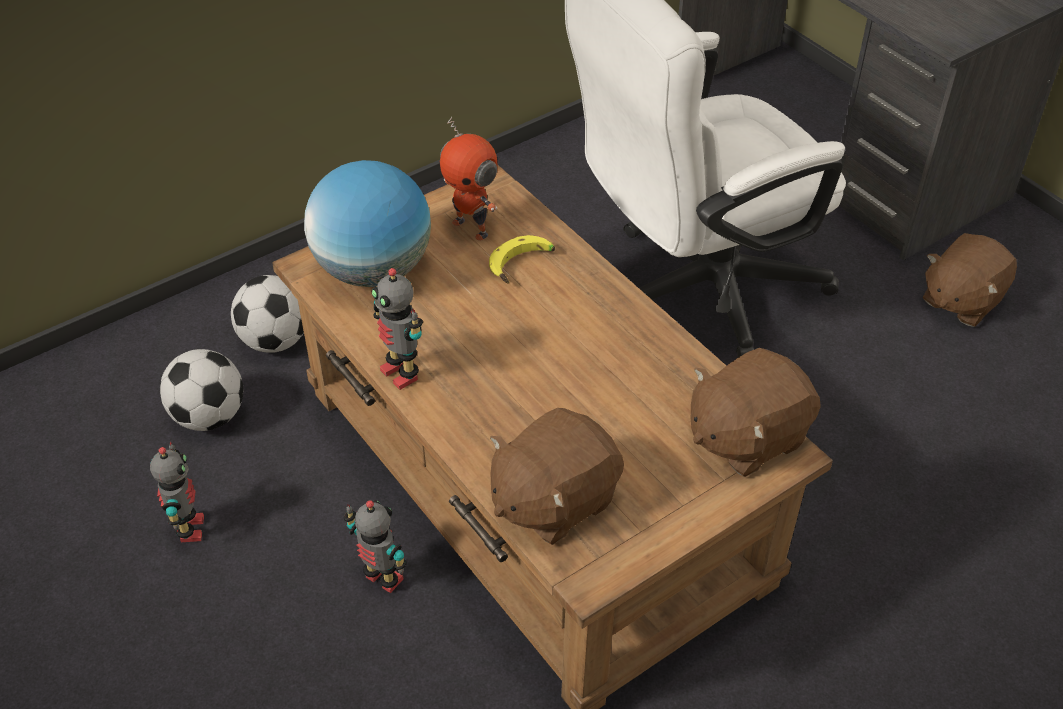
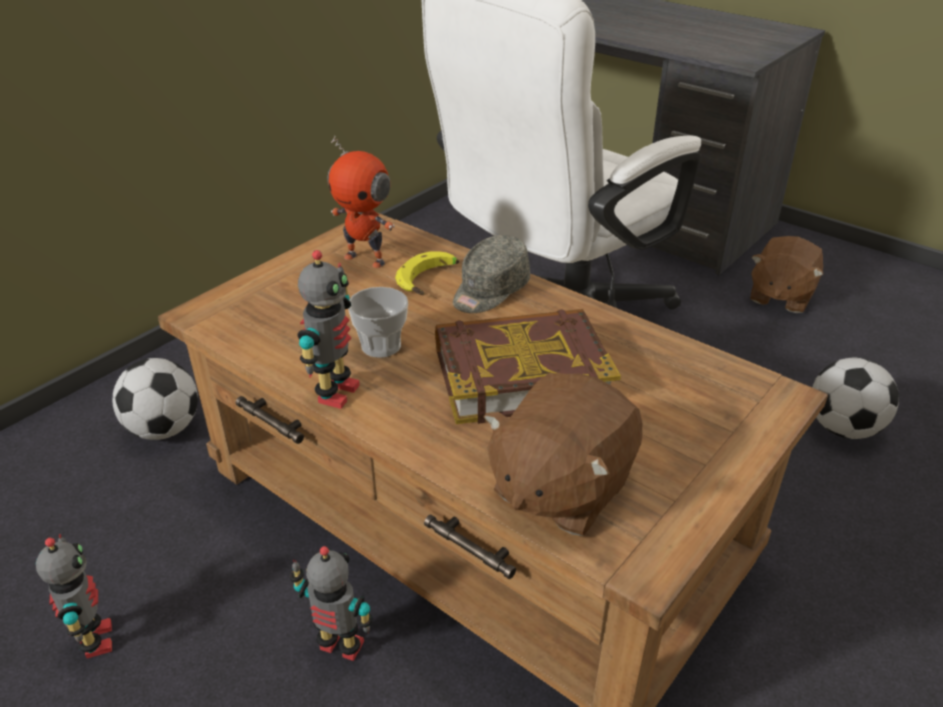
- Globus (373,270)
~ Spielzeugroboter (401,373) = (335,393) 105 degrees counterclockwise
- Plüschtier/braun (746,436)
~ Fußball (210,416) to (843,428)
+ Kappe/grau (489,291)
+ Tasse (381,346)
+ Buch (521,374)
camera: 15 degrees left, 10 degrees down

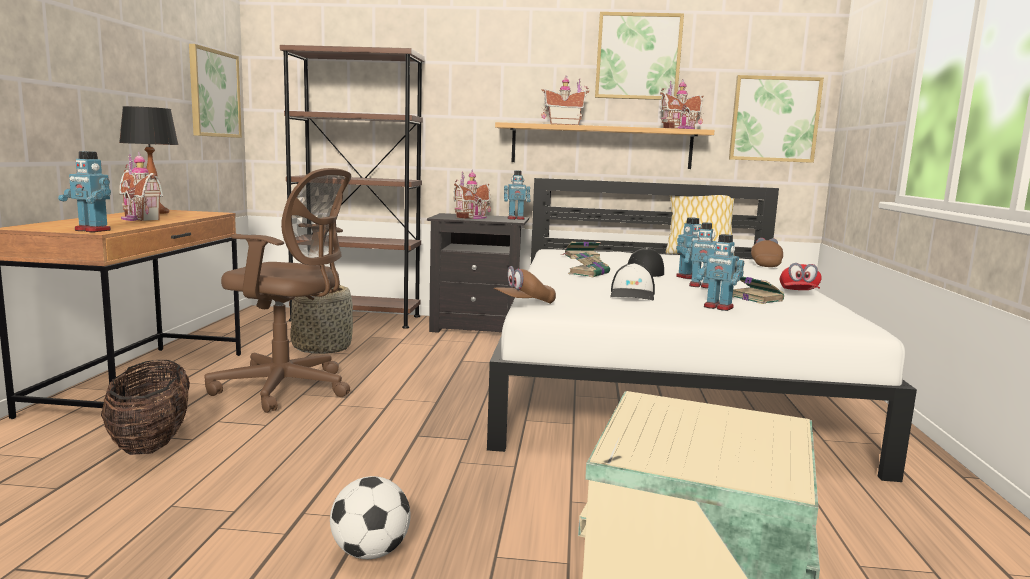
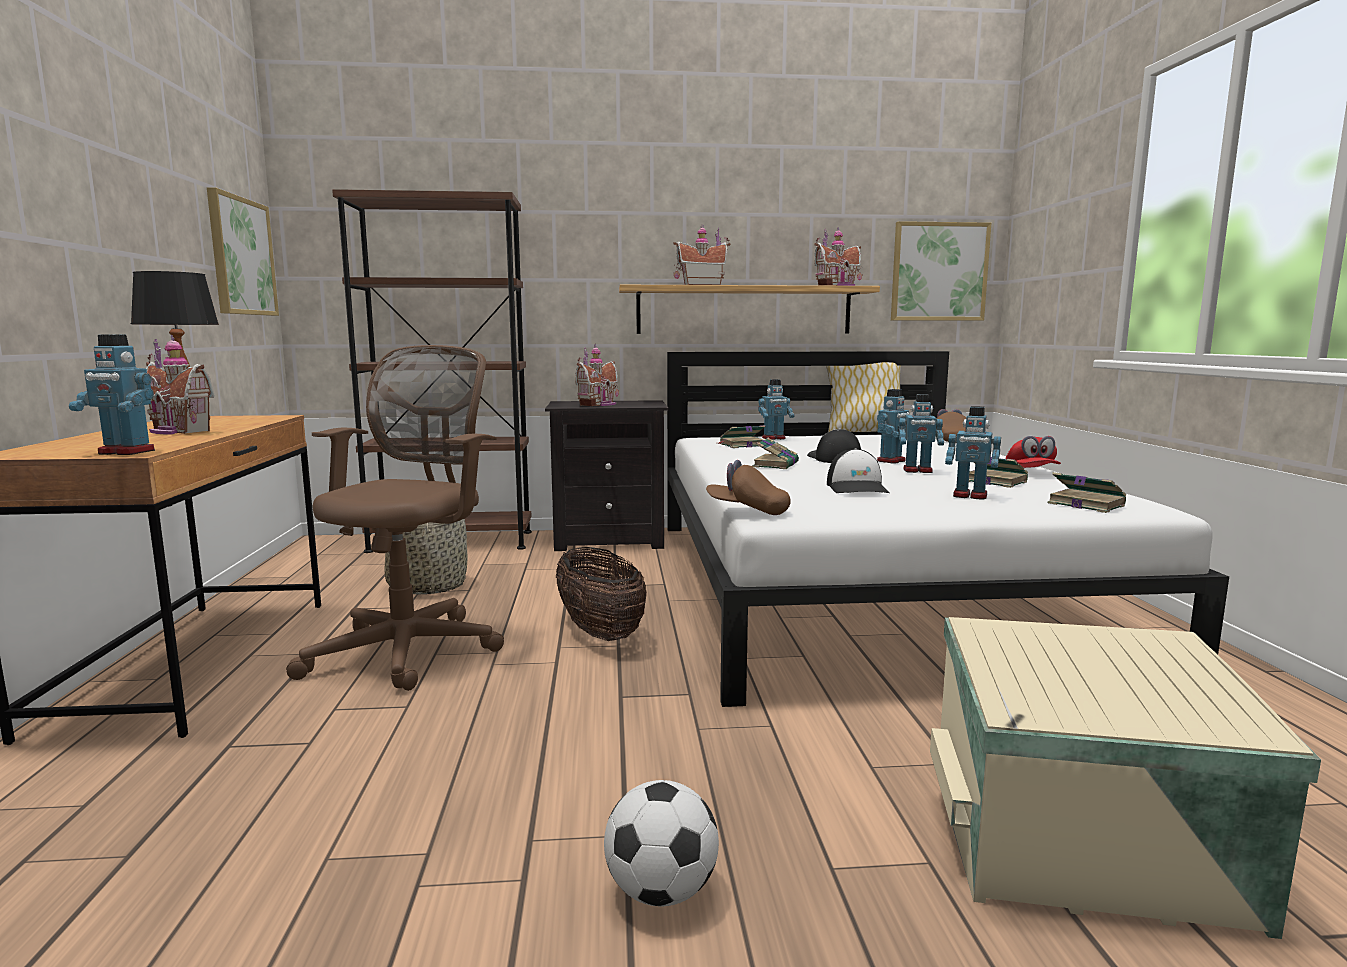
- Bild (638,56)
~ Bürostuhl/braun (288,388) = (411,648) 75 degrees counterclockwise
~ Spielzeugroboter (516,219) to (774,438)
~ Kappe/braun (524,304) = (747,510) 60 degrees clockwise
~ Korb (151,443) to (600,631)
+ Buch (1084,504)
camera: 10 degrees left, 0 degrees up

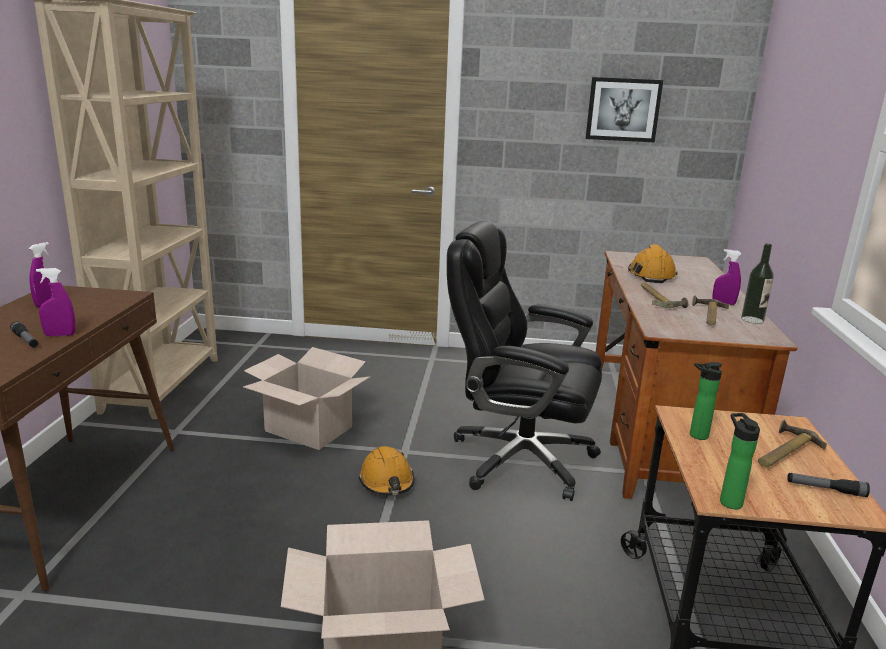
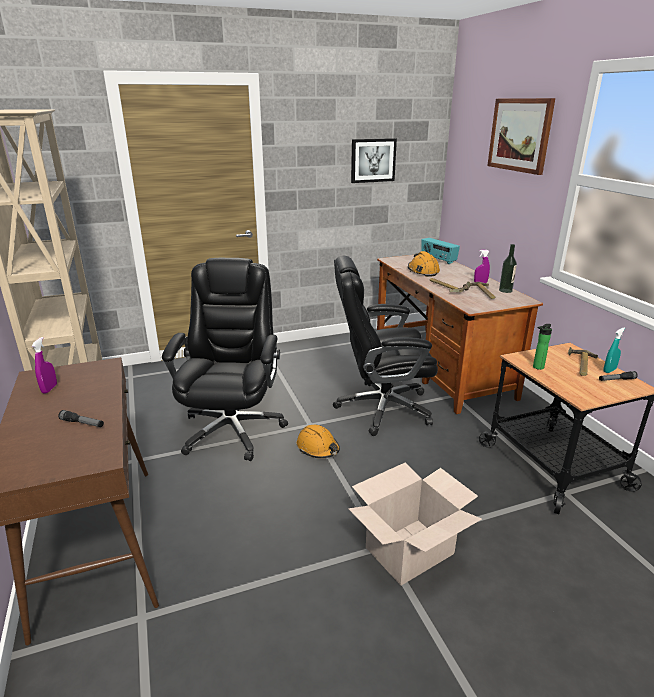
- Sprühflasche/lila (60,335)
~ Karton (309,429) to Bürostuhl/schwarz (233,428)
- Flasche (728,501)
+ Bild (520,135)
+ Radio (438,260)
+ Sprühflasche/türkis (609,370)
camera: 25 degrees left, 5 degrees up

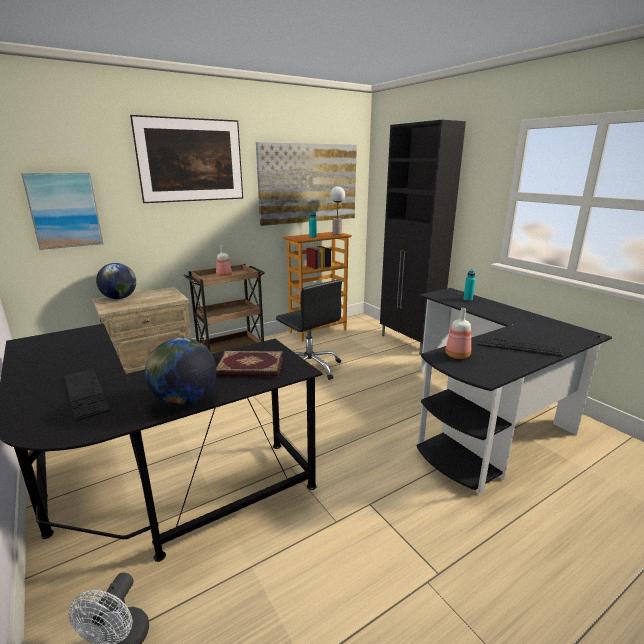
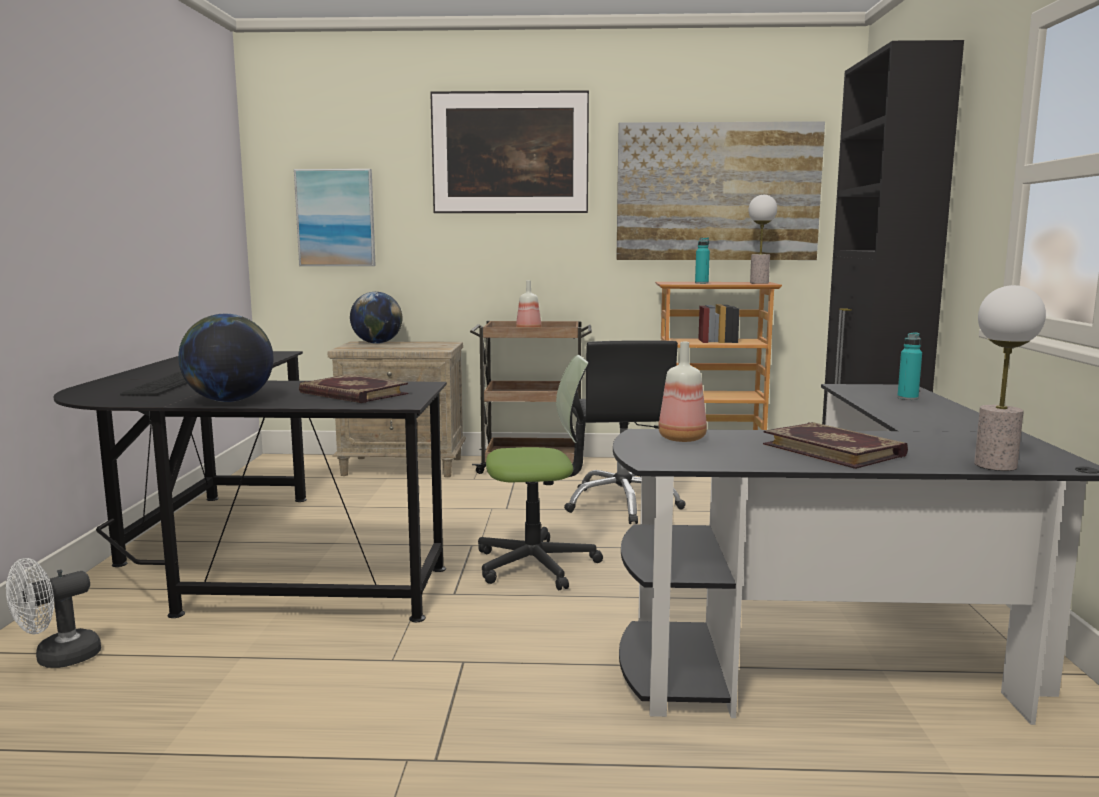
~ Tastatur (518,346) to Buch (834,449)
+ Tischlampe (996,465)
+ Bürostuhl (536,564)
camera: 35 degrees right, 10 degrees down

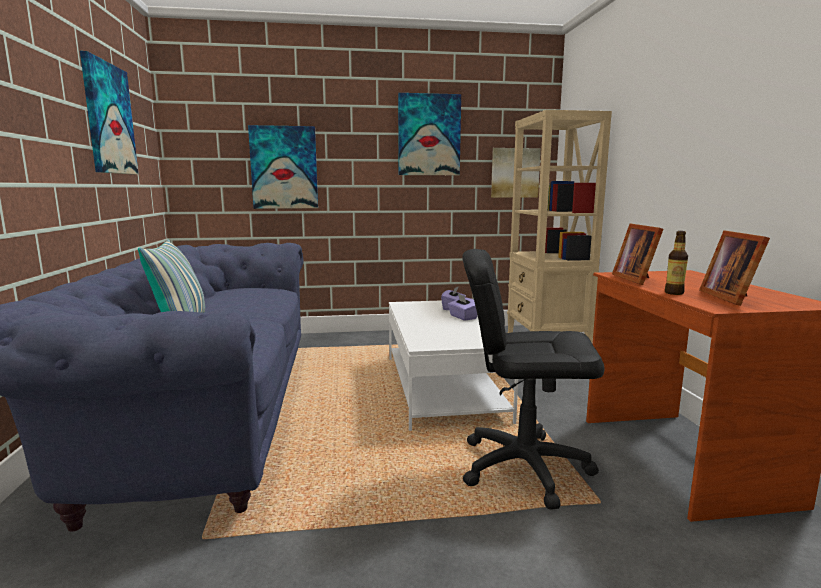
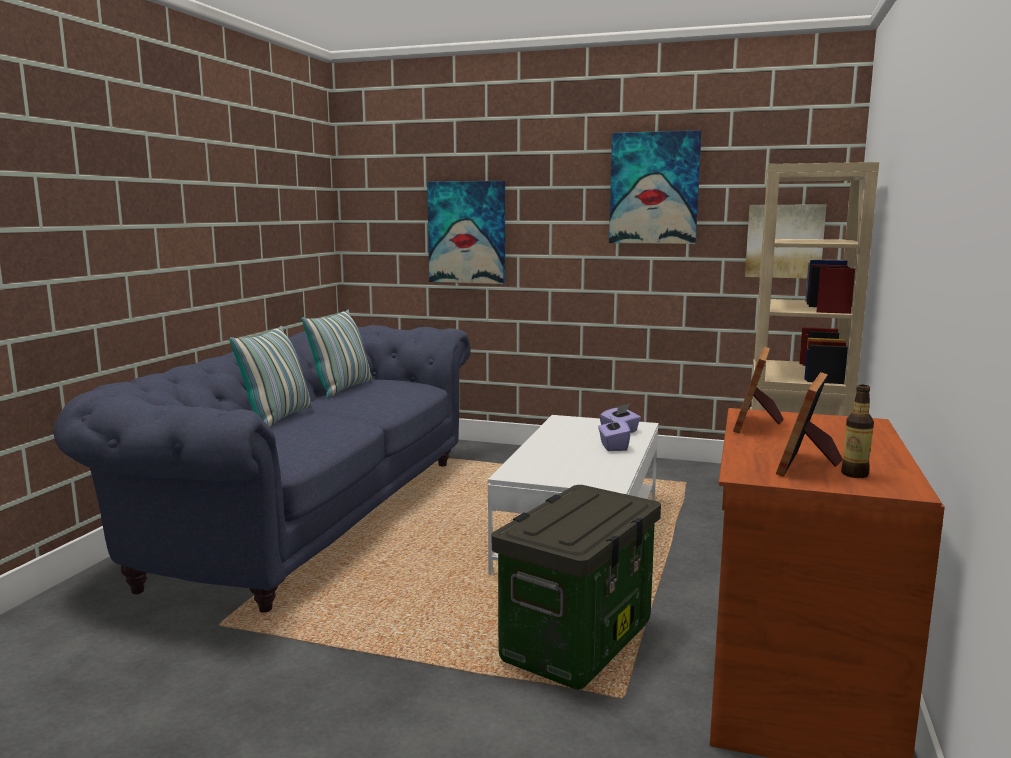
- Bild (108,119)
~ Flasche (674,293) to (854,474)
~ Bürostuhl/schwarz (524,467) to Aufbewahrungsbox (577,641)
+ Kissen (342,389)
camera: 25 degrees right, 0 degrees up

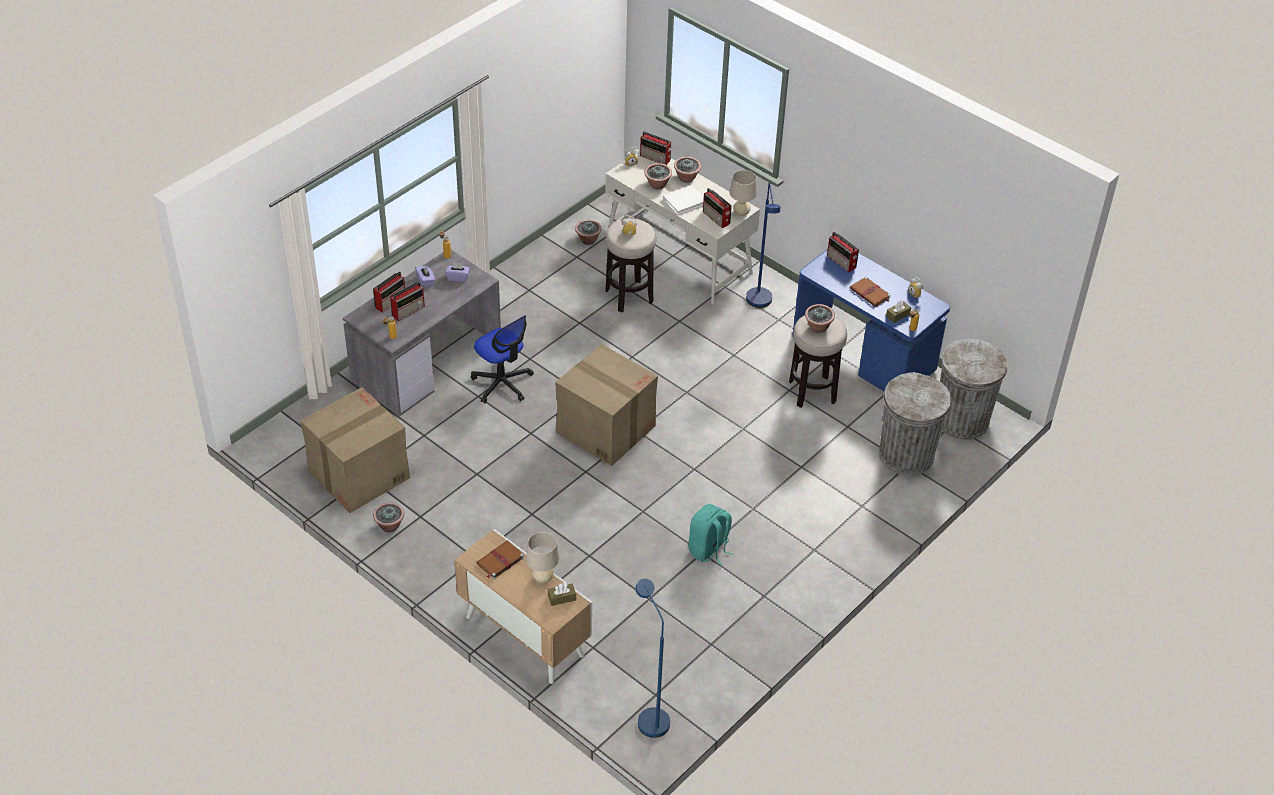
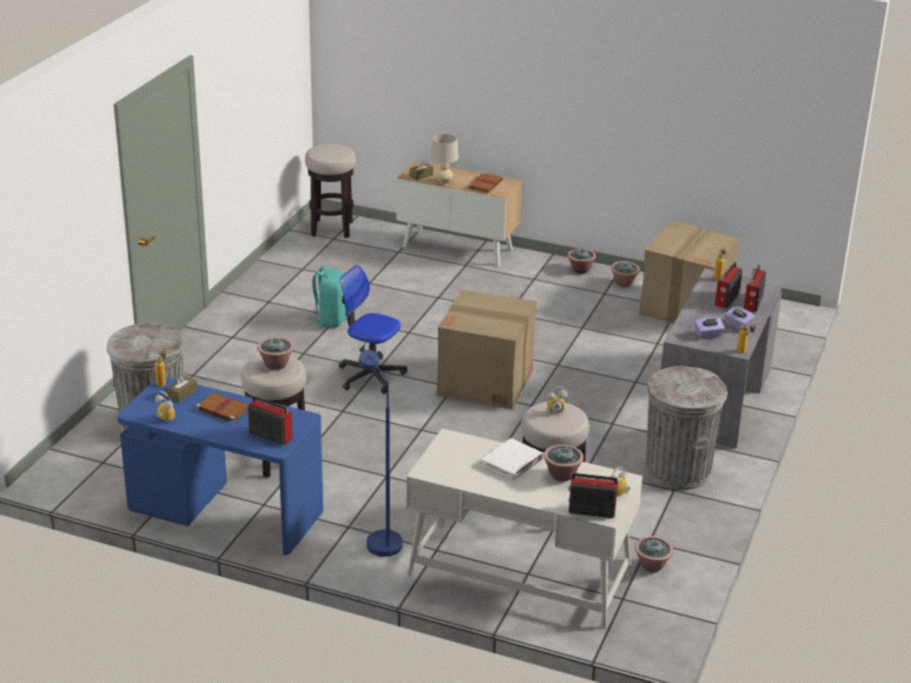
~ Topfpflanze (686,178) to (580,270)
- Tischlampe/beige (741,213)
- Radio (716,218)
~ Bürostuhl (502,383) to (371,376)
~ Mülleimer/grau (962,419) to (677,471)
~ Stehlampe/blau (650,716) to Hocker (331,229)
camera: 160 degrees right, 15 degrees down

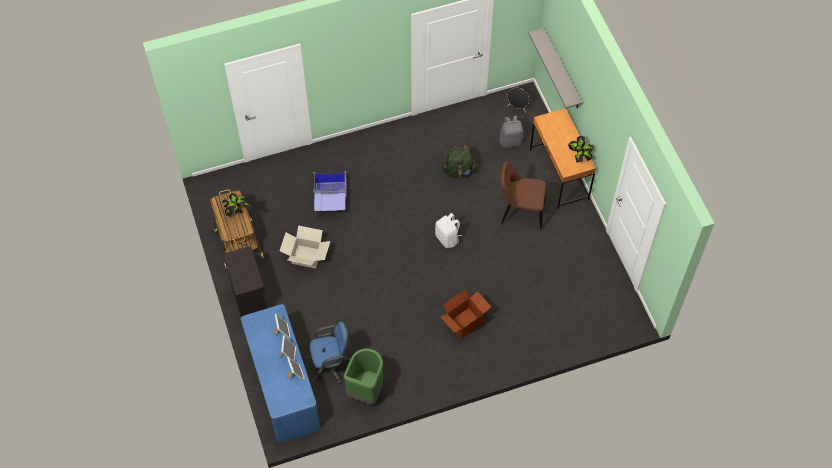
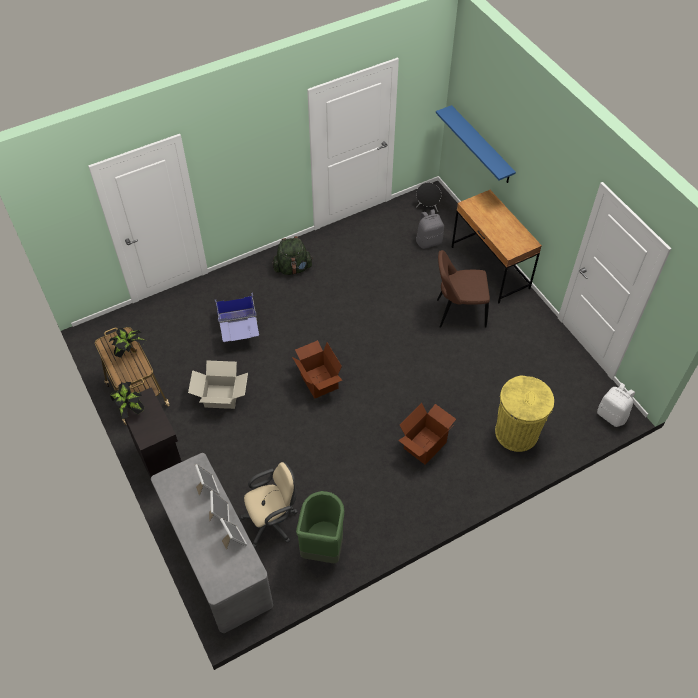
~ Wandregal/grau (562,70) to Wandregal/blau (481,145)
~ Topfpflanze (580,156) to (130,409)
~ Rucksack/grün (459,171) to (293,268)
~ Rucksack/weiß (447,238) to (612,415)
~ Schreibtisch/blau (283,386) to Schreibtisch/grau (216,557)
~ Bürostuhl/blau (331,365) to Bürostuhl/beige (273,522)
+ Karton (318,381)
+ Mülleimer/gelb (516,433)
camera: 10 degrees left, 5 degrees down

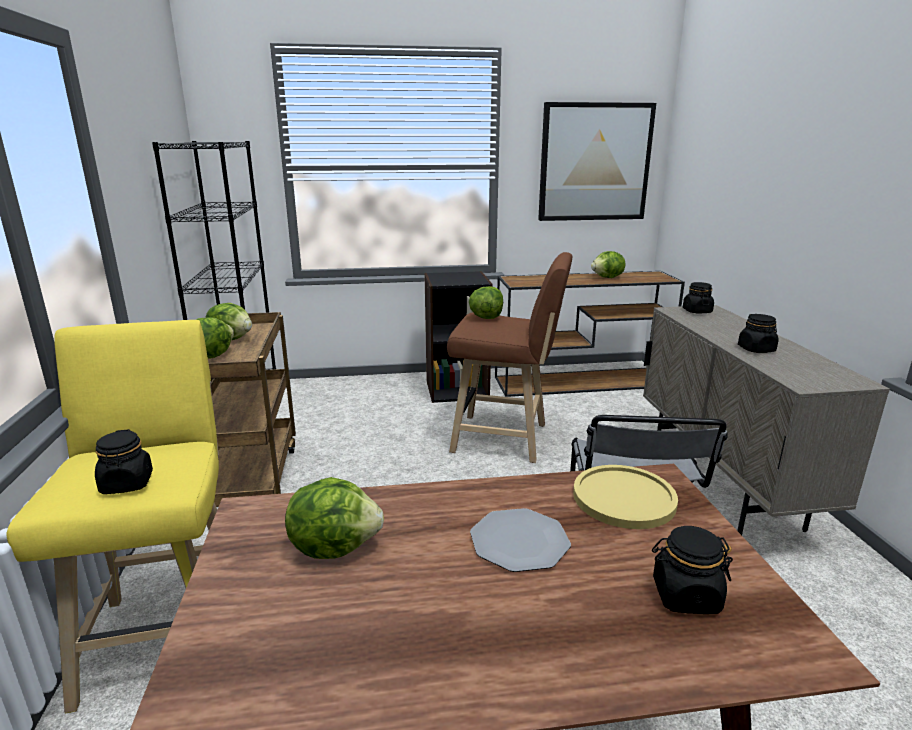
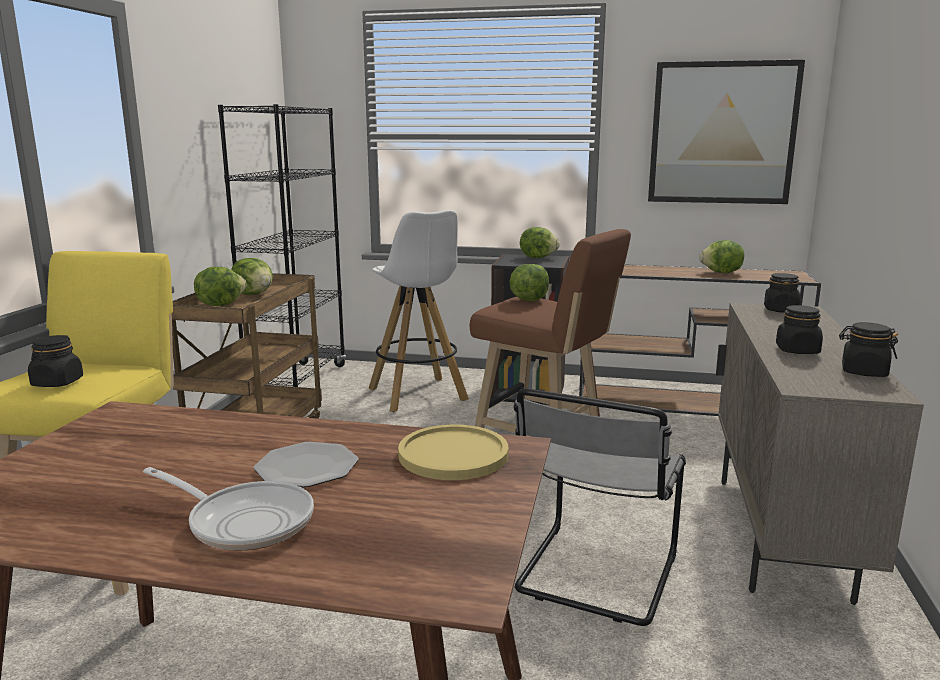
~ Salatkopf (335,546) to (538,257)
~ Vorratsglas/schwarz (685,596) to (863,372)
+ Hocker/weiß (418,395)
+ Pfanne (244,521)
camera: 20 degrees right, 5 degrees down

